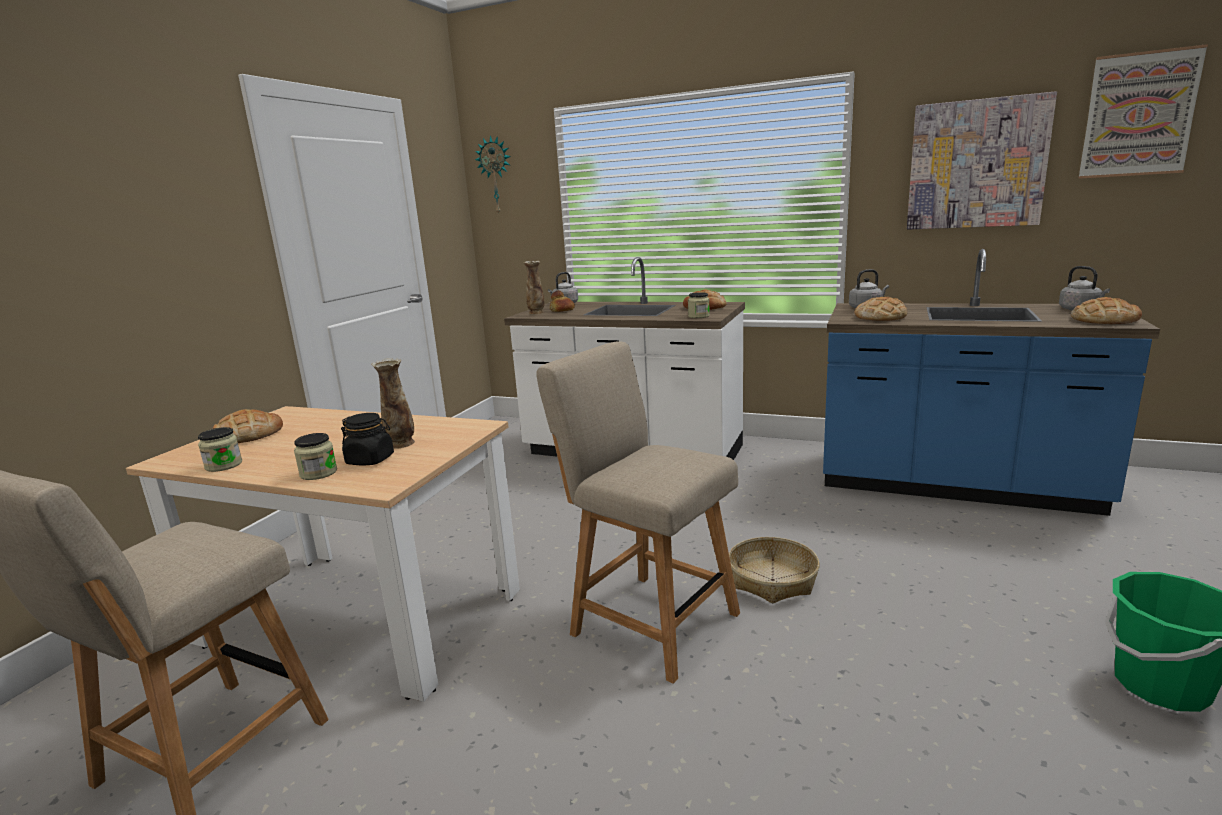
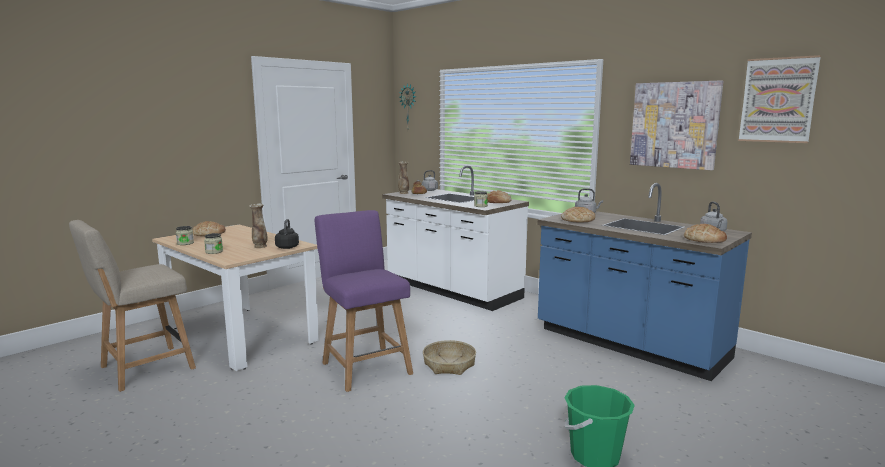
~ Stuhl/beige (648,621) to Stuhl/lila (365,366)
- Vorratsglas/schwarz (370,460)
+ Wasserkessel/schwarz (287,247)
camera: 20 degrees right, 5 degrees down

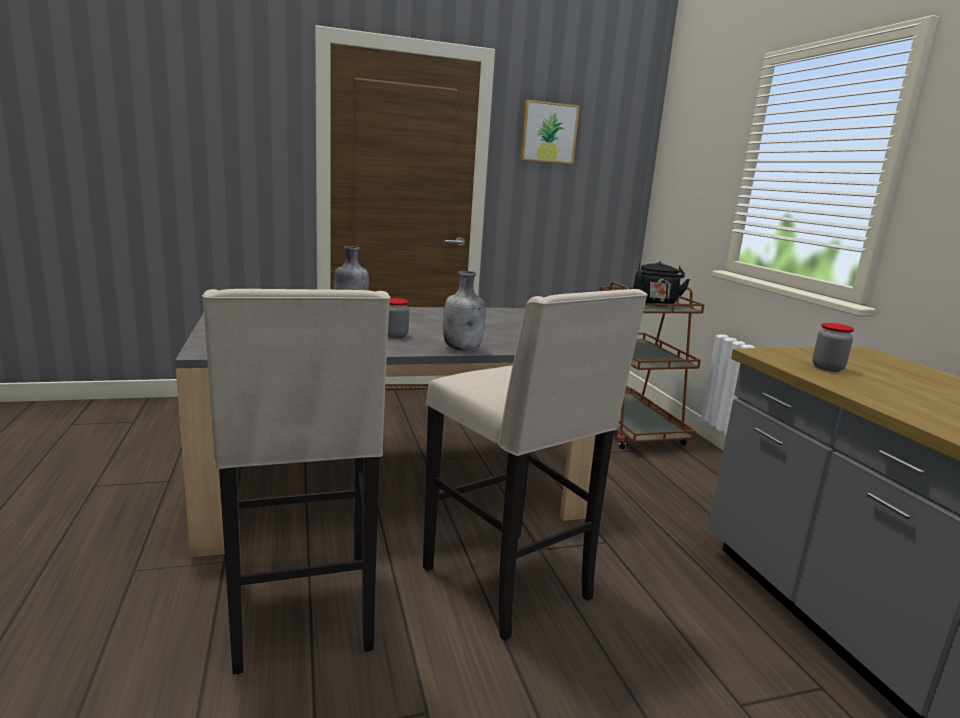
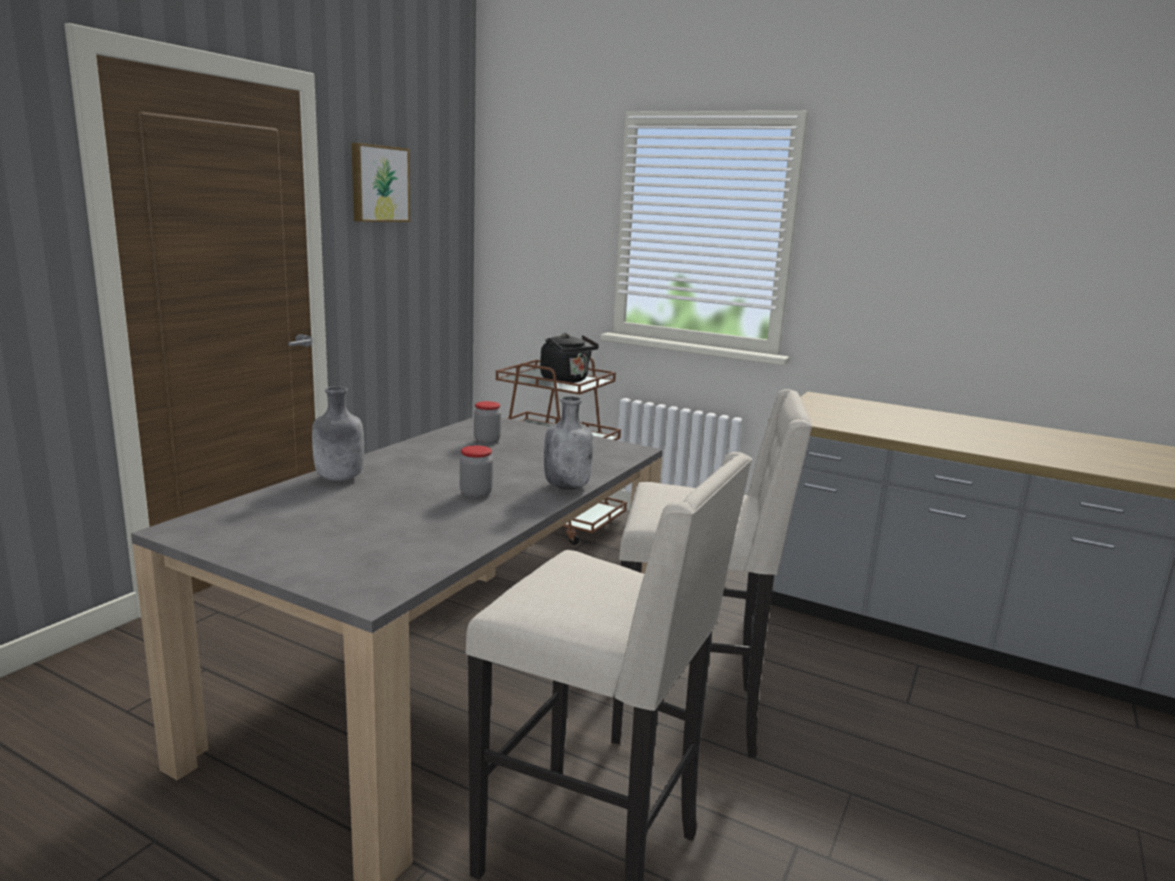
~ Vorratsglas (827,368) to (487,441)
camera: 45 degrees left, 0 degrees up

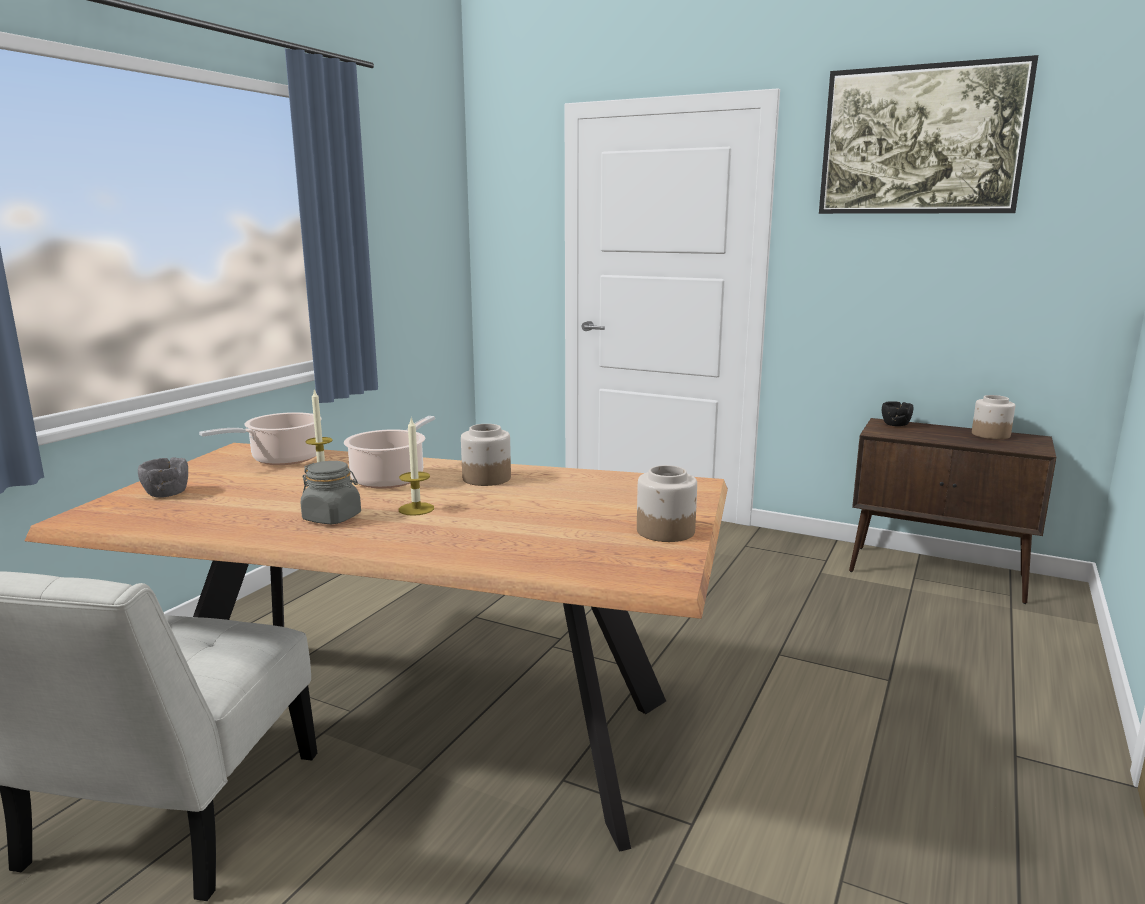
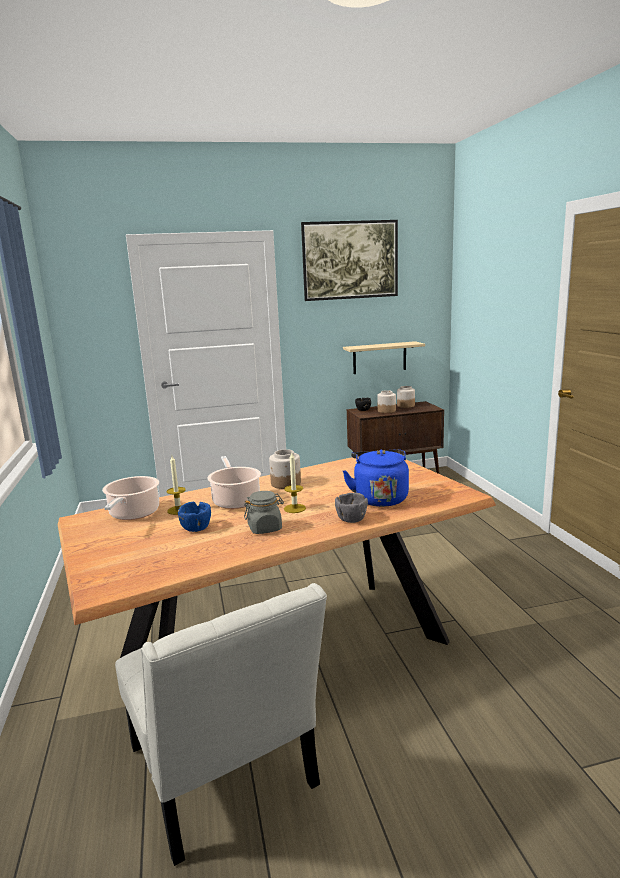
~ Schüssel/grau (166,493) to (351,519)
~ Vorratsglas (666,531) to (386,411)
+ Wandregal/beige (379,358)
+ Wasserkessel/blau (379,498)
+ Schüssel/blau (196,528)
camera: 40 degrees left, 0 degrees up

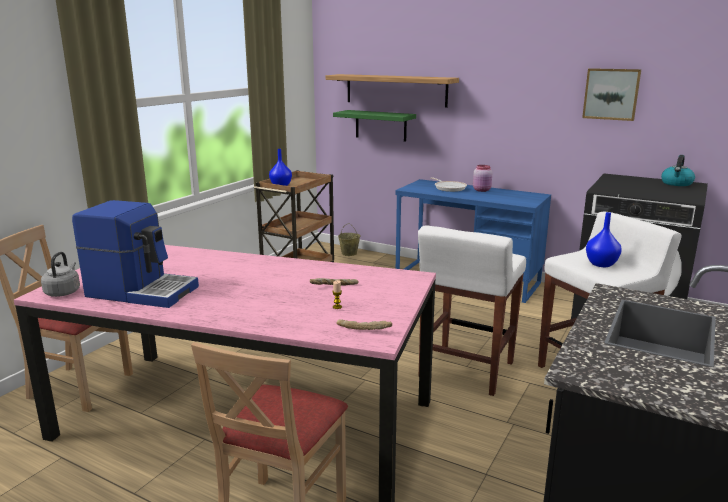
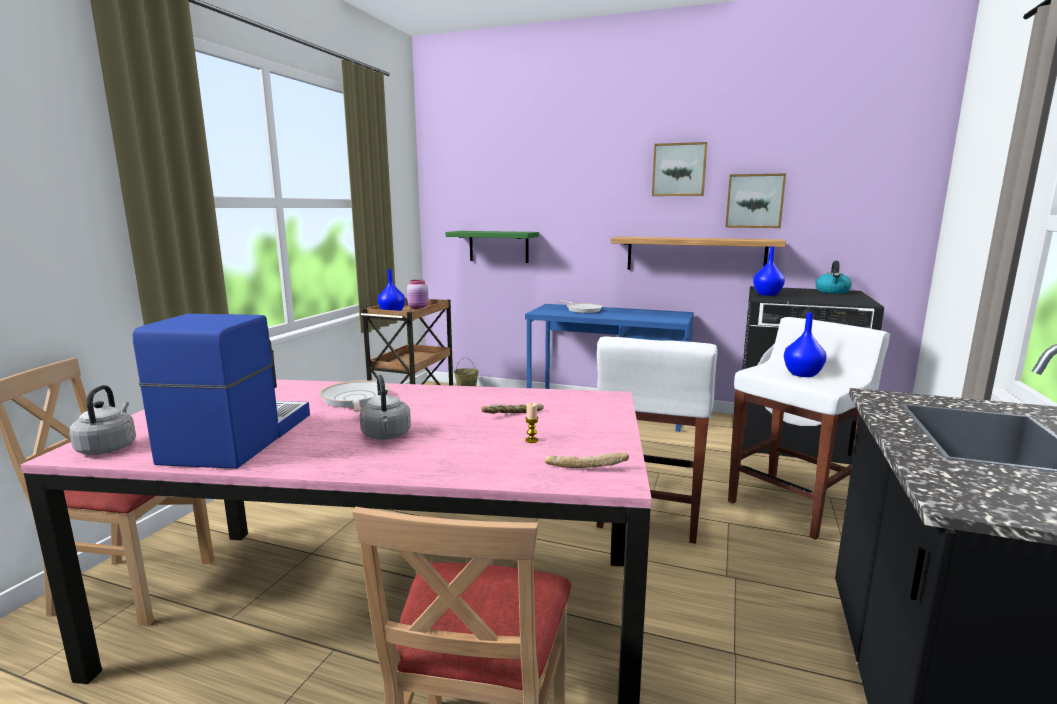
~ Wandregal (395,90) to (695,255)
~ Vorratsglas/rosa (482,190) to (419,308)
~ Kaffeemaschine (142,291) = (236,438) 90 degrees counterclockwise
+ Bild (679,170)
+ Vase/blau (767,294)
+ Wasserkessel/grau (386,436)
+ Pfanne (354,400)
camera: 10 degrees left, 5 degrees down

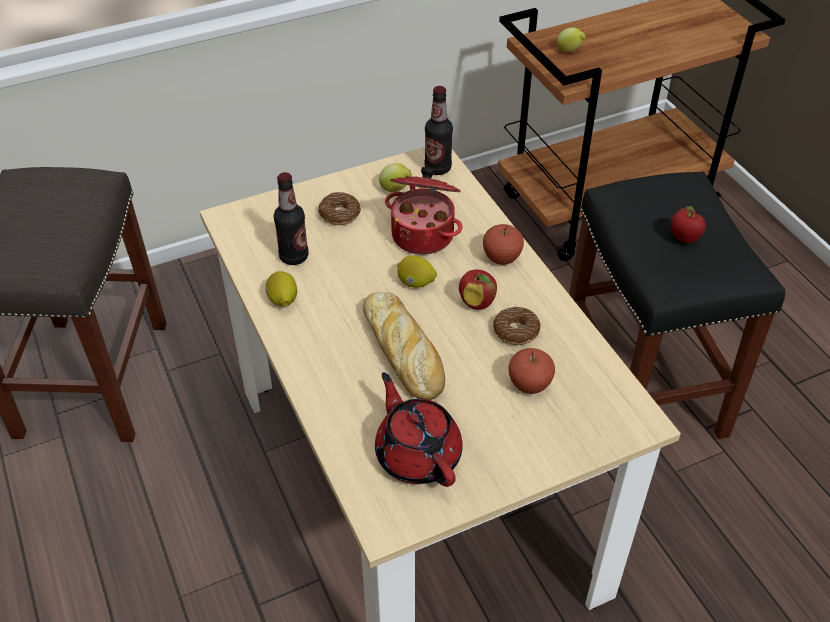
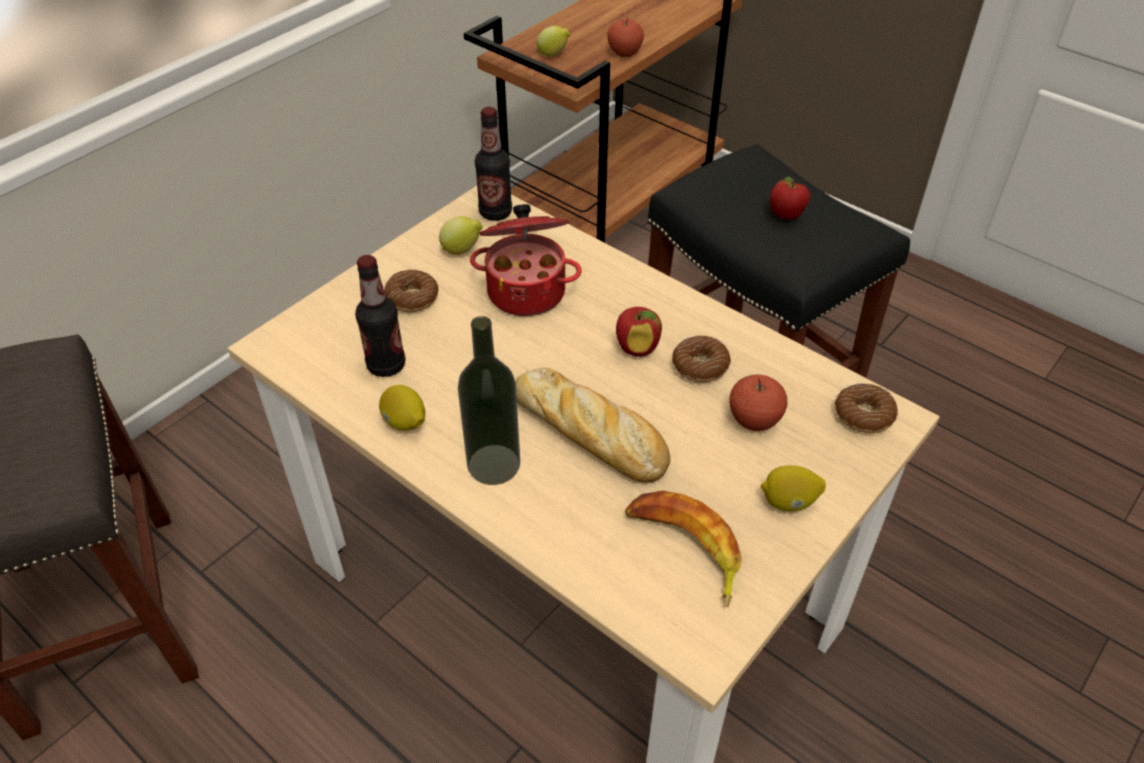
~ Apfel (501,258) to (624,53)
~ Zitrone (415,283) to (789,502)
~ Teekanne/rot (417,454) to Banane (684,548)
+ Flasche (493,464)
+ Donut (864,415)
camera: 25 degrees left, 0 degrees up

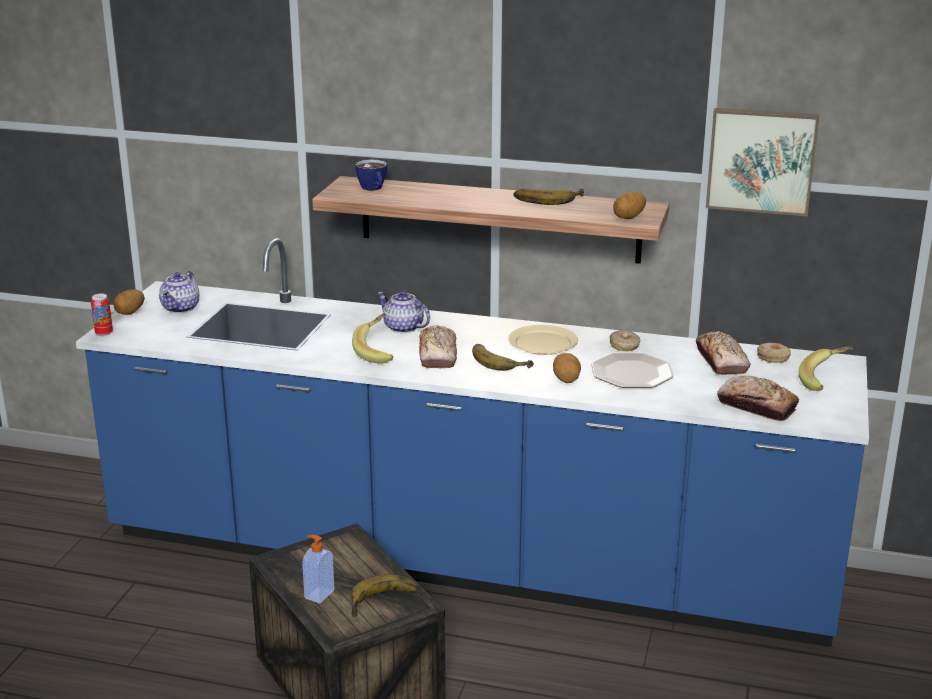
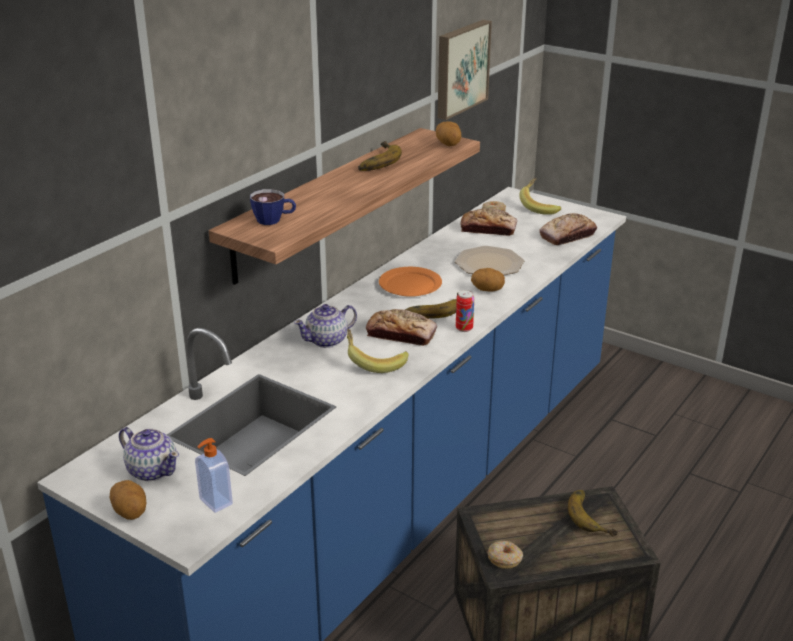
~ Dose (104,333) to (464,328)
~ Teller/beige (542,343) to Teller/orange (410,285)
~ Donut (624,346) to (505,559)
~ Seifenspender (318,594) to (215,502)
camera: 70 degrees left, 5 degrees up

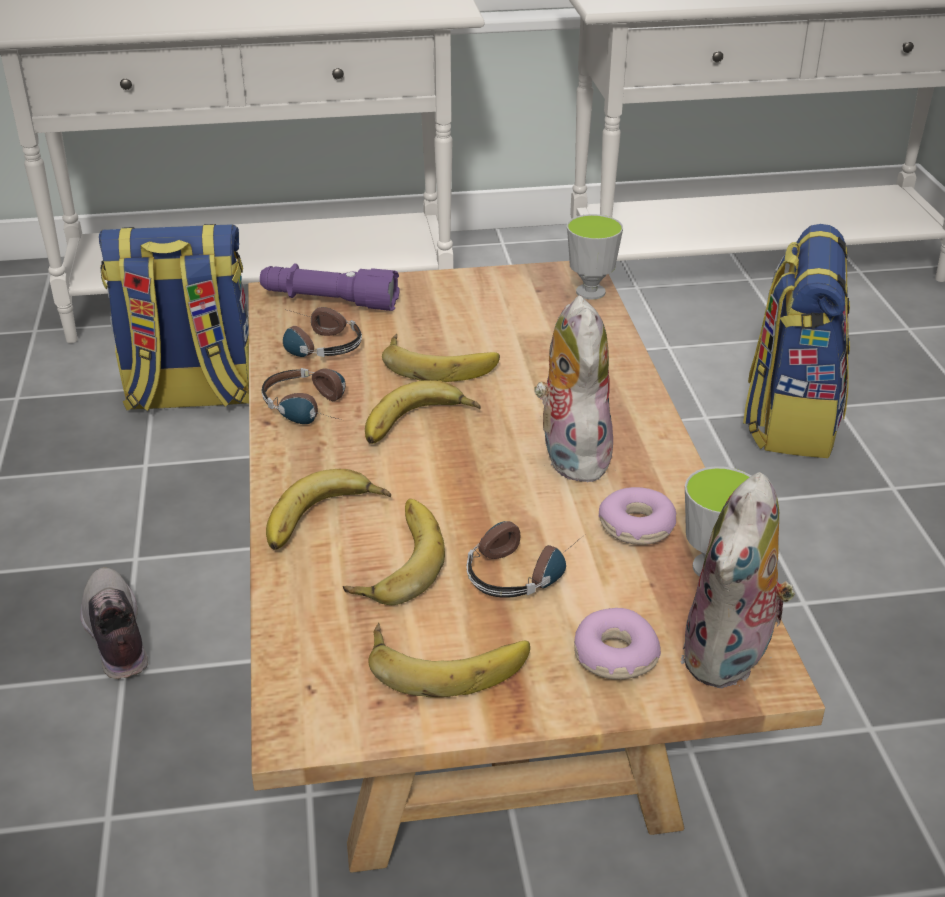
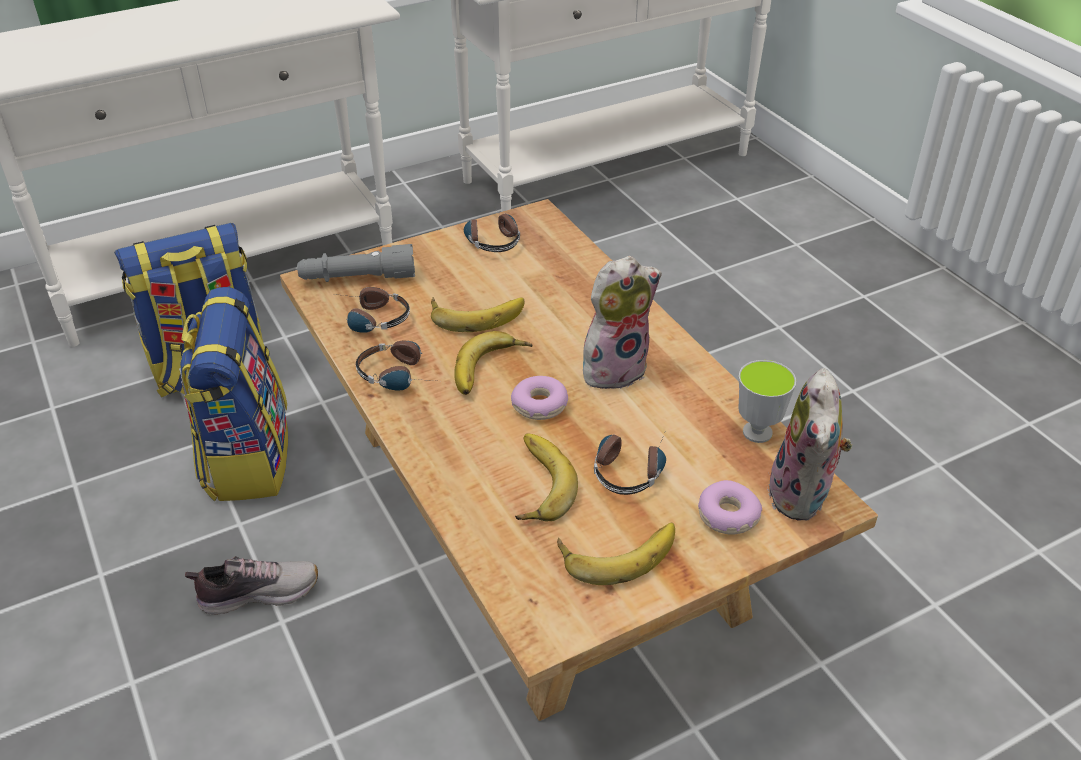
- Tasse (590,292)
~ Rucksack (790,419) to (247,458)
~ Taschenlampe/lila (329,301) to Taschenlampe/grau (358,278)
~ Plüschtier (570,455) = (614,368) 90 degrees clockwise
- Banane (325,521)
~ Donut (637,526) to (540,405)
~ Schuh (115,636) = (258,592) 120 degrees clockwise
+ Kopfhörer (491,238)
camera: 20 degrees left, 5 degrees up

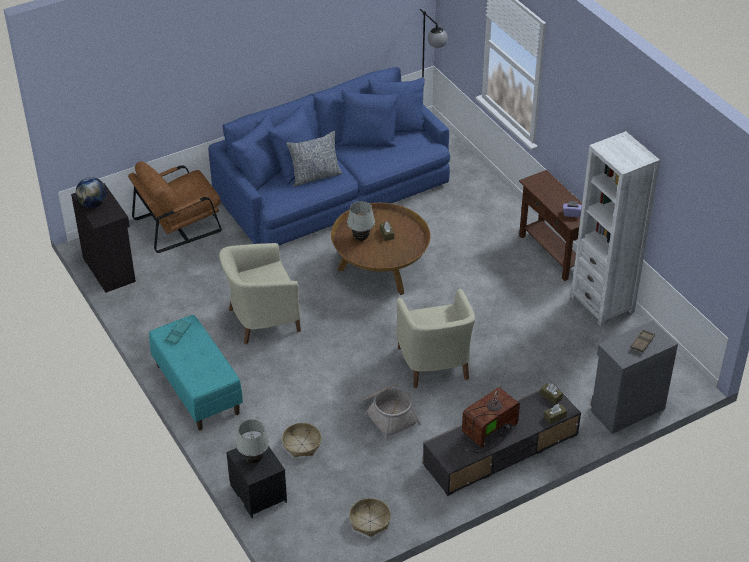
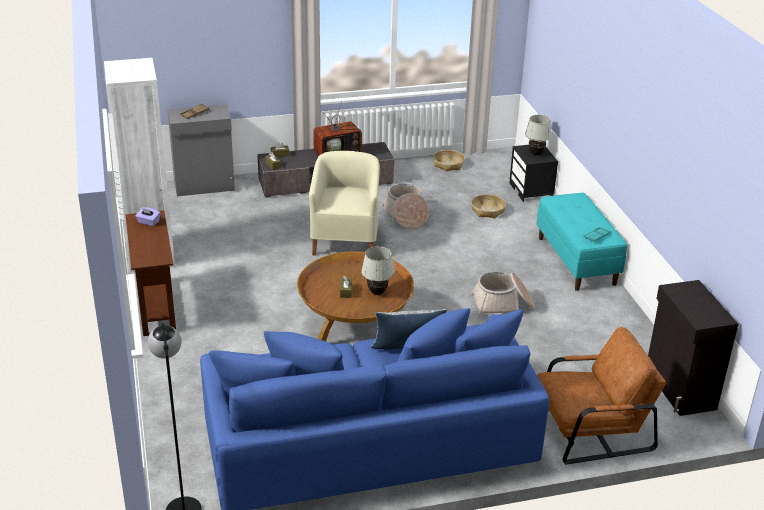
- Globus (93,204)
~ Sessel/beige (261,319) to Korb (503,304)
camera: 165 degrees left, 10 degrees down

